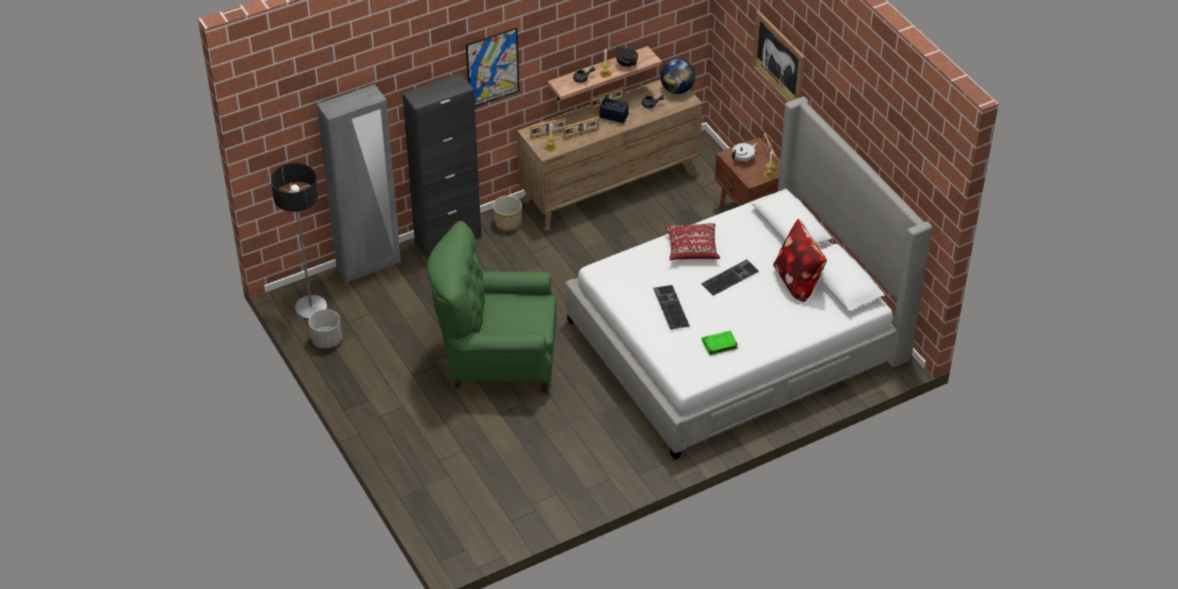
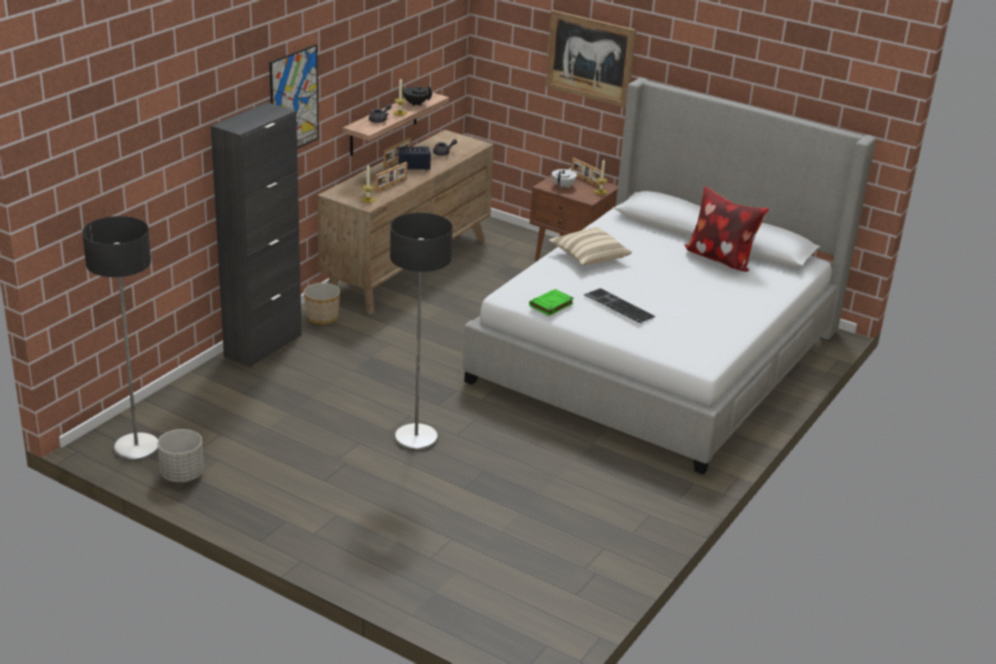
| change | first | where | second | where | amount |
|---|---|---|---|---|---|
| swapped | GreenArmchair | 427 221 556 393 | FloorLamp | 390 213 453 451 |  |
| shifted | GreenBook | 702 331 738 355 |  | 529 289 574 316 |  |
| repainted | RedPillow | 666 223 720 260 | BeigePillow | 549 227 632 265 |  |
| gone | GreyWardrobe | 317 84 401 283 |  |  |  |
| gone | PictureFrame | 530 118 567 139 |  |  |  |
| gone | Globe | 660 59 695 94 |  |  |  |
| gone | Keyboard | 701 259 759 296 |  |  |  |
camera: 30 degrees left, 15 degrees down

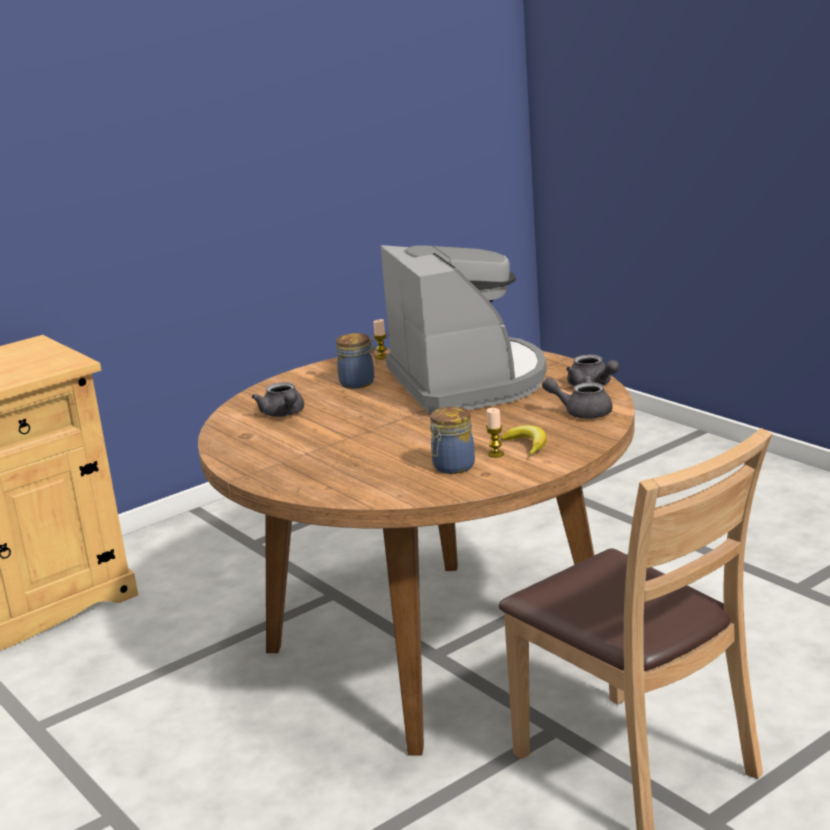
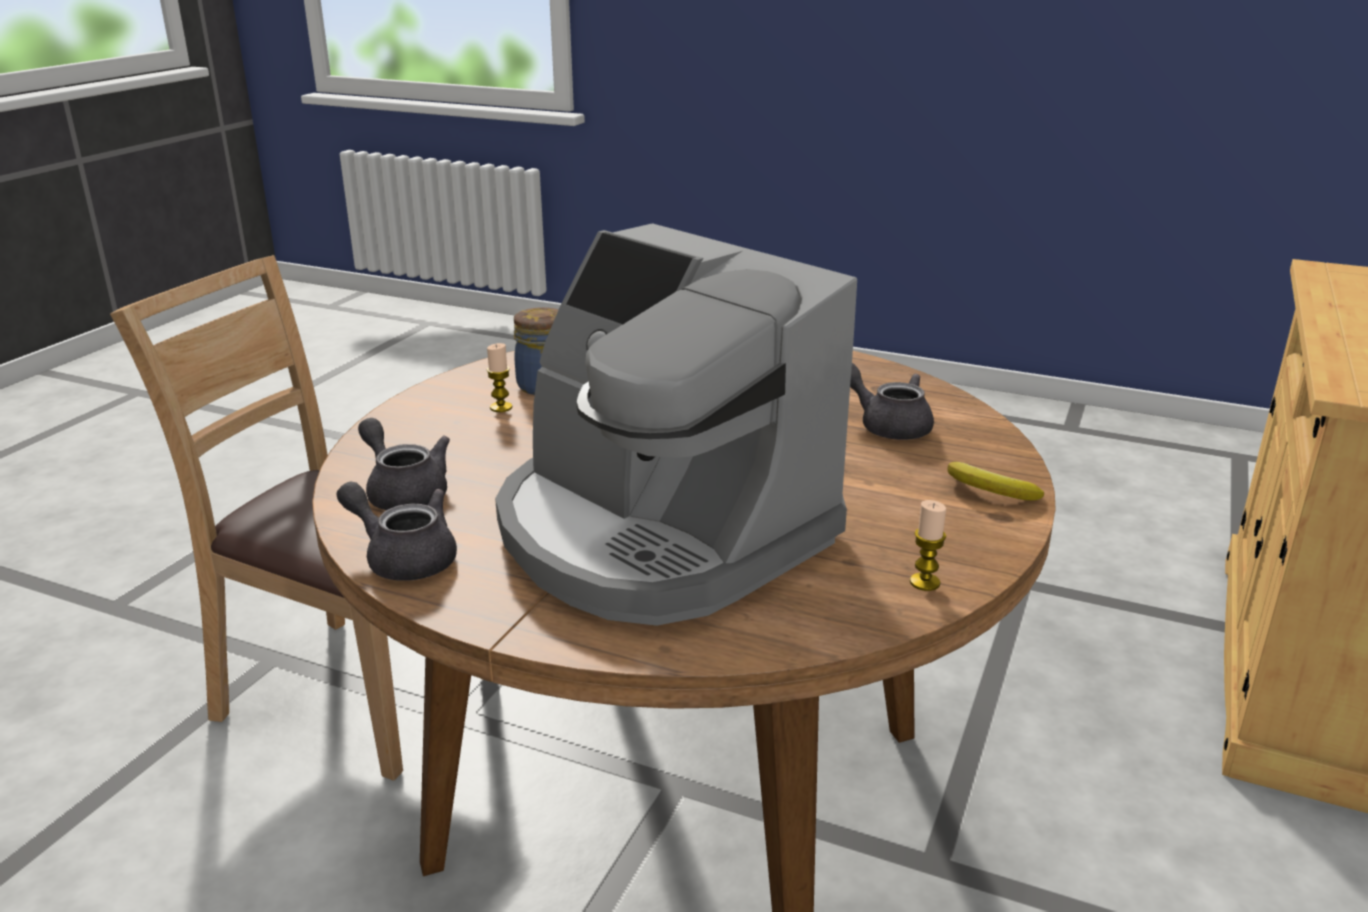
| change | first | where | second | where | amount |
|---|---|---|---|---|---|
| rotated | GreyTeapot | 542 376 613 419 |  | 358 418 450 510 | 120 degrees counterclockwise |
| shifted | Banana | 501 425 547 457 |  | 947 462 1044 500 |  |
| gone | Jar | 336 333 377 389 |  |  |  |
camera: 150 degrees right, 5 degrees up

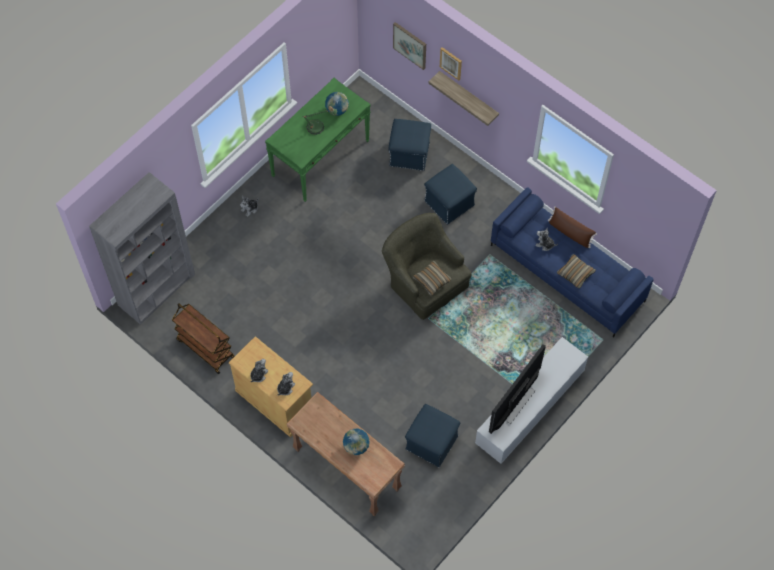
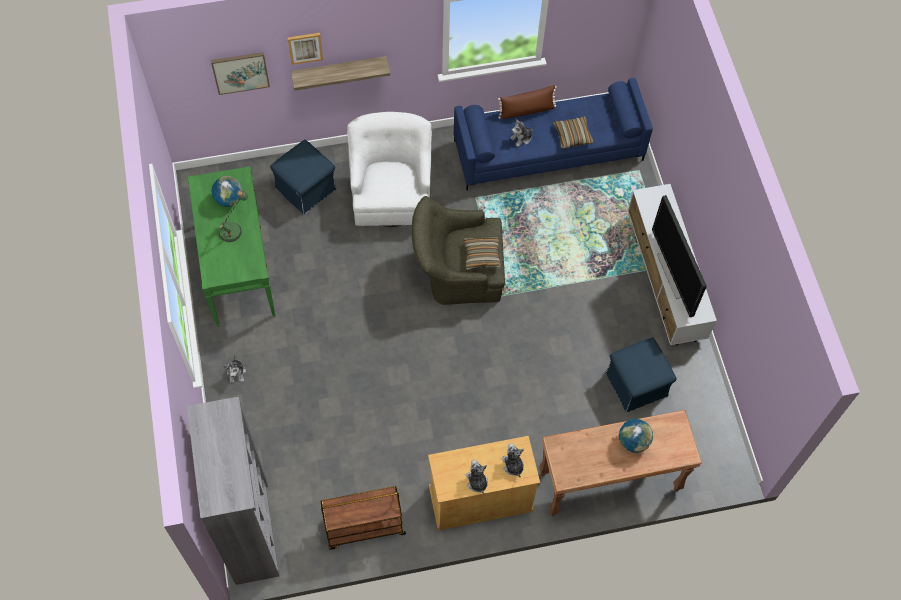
| change | first | where | second | where | amount |
|---|---|---|---|---|---|
| swapped | BlueOttoman | 424 164 477 225 | WhiteArmchair | 347 112 432 227 |  |
camera: 55 degrees left, 0 degrees up

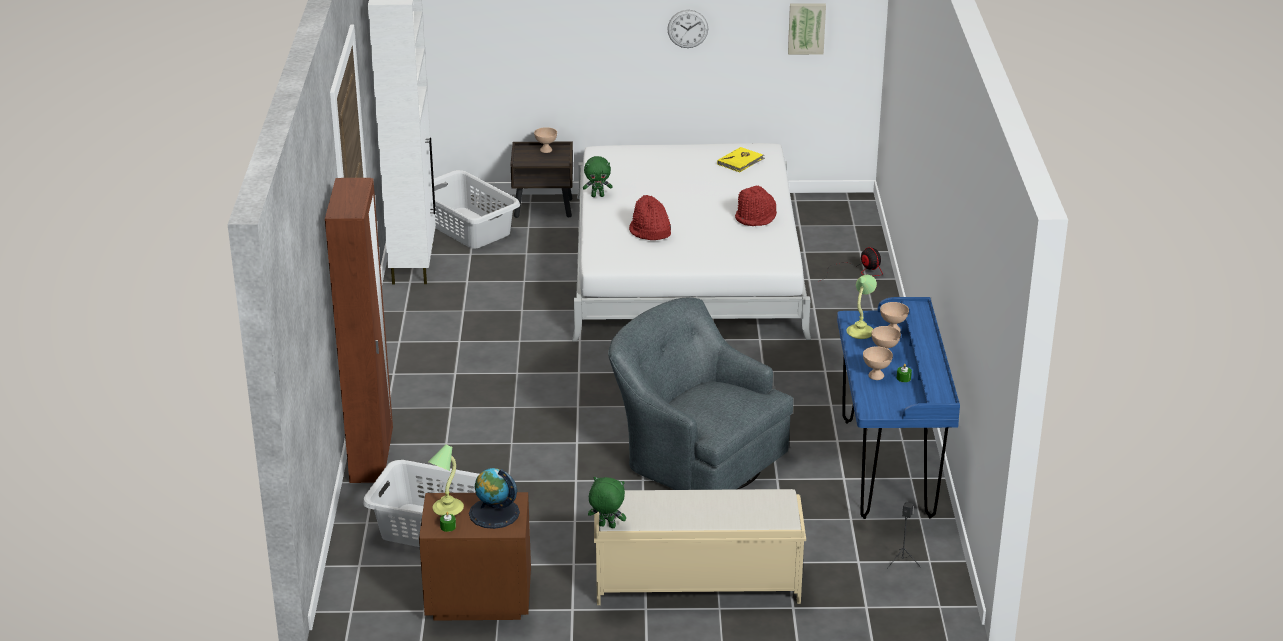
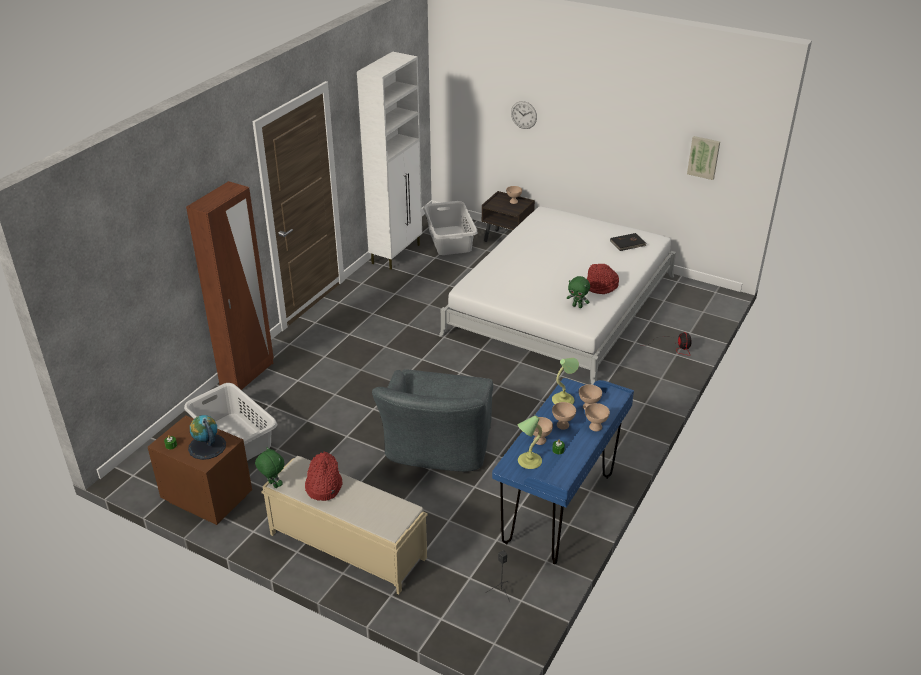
| change | first | where | second | where | amount |
|---|---|---|---|---|---|
| shifted | RedHat | 629 195 671 240 |  | 305 452 342 501 |  |
| rotated | GreyArmchair | 608 298 793 490 |  | 372 369 493 472 | 150 degrees counterclockwise |
| shifted | WallClock | 667 10 708 48 |  | 511 101 537 129 |  |
| shifted | TableLamp | 428 444 464 516 |  | 518 415 542 469 |  |
| shifted | GreenPlushToy | 583 156 612 197 |  | 567 276 590 308 |  |
| new |  |  | BeigeBowl | 585 403 610 431 |  |
| repainted | YellowBook | 717 147 765 172 | BlackBook | 610 233 647 251 |  |
camera: 30 degrees right, 5 degrees up

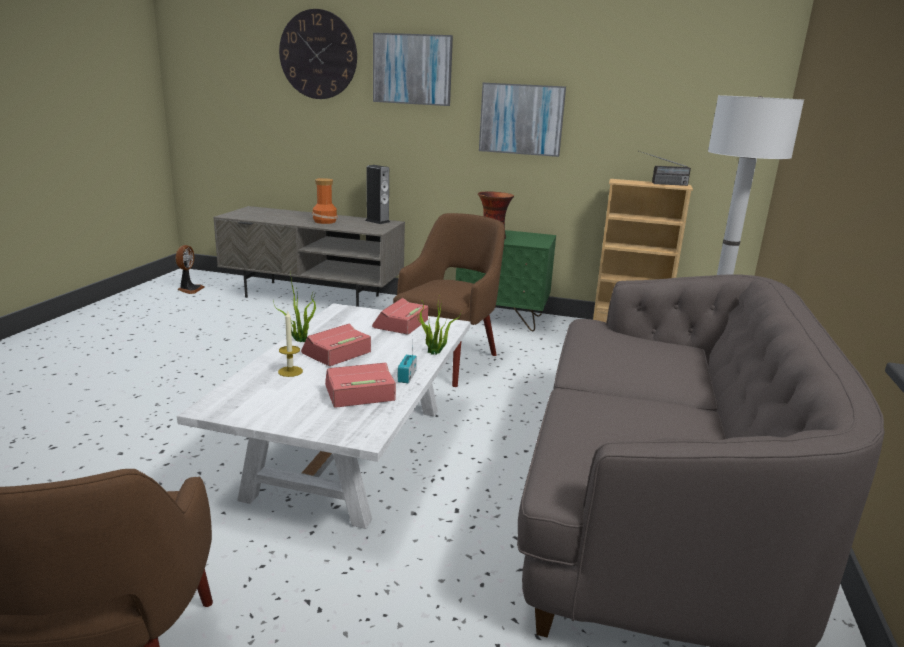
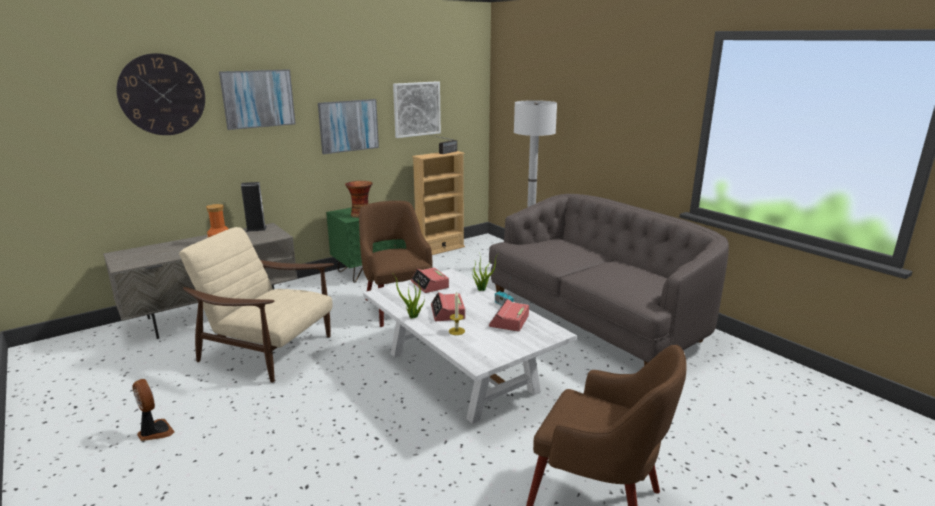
| change | first | where | second | where | amount |
|---|---|---|---|---|---|
| shifted | Fan | 176 245 205 294 |  | 133 379 174 441 |  |
| new |  |  | BeigeArmchair | 179 227 334 383 |  |
| new |  |  | Picture | 393 81 441 138 |  |
camera: 50 degrees left, 0 degrees up

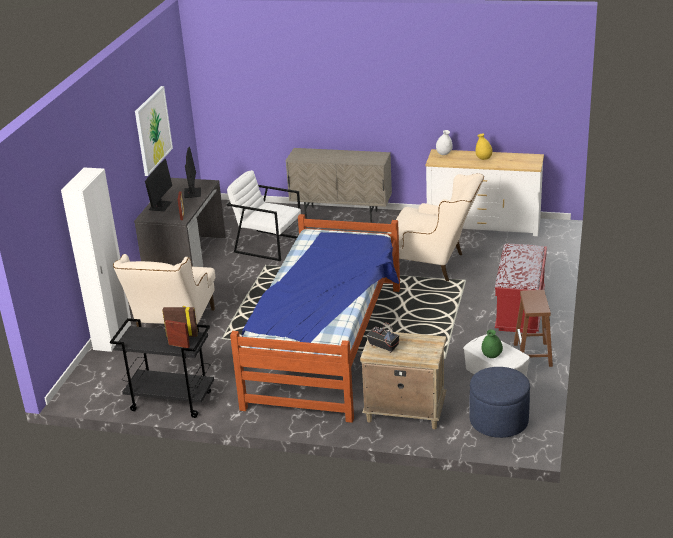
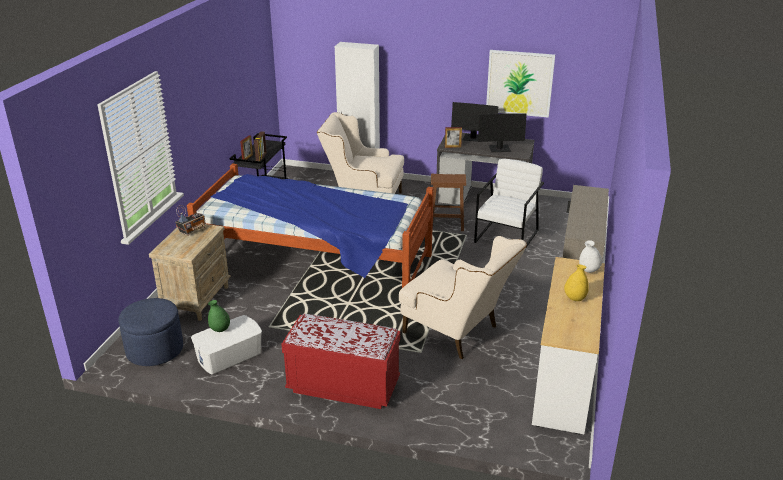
| change | first | where | second | where | amount |
|---|---|---|---|---|---|
| rotated | BeigeArmchair | 387 173 484 281 |  | 399 236 527 359 | 75 degrees counterclockwise |
| shifted | BrownStool | 514 290 553 367 |  | 431 174 466 231 |  |
camera: 90 degrees right, 0 degrees up

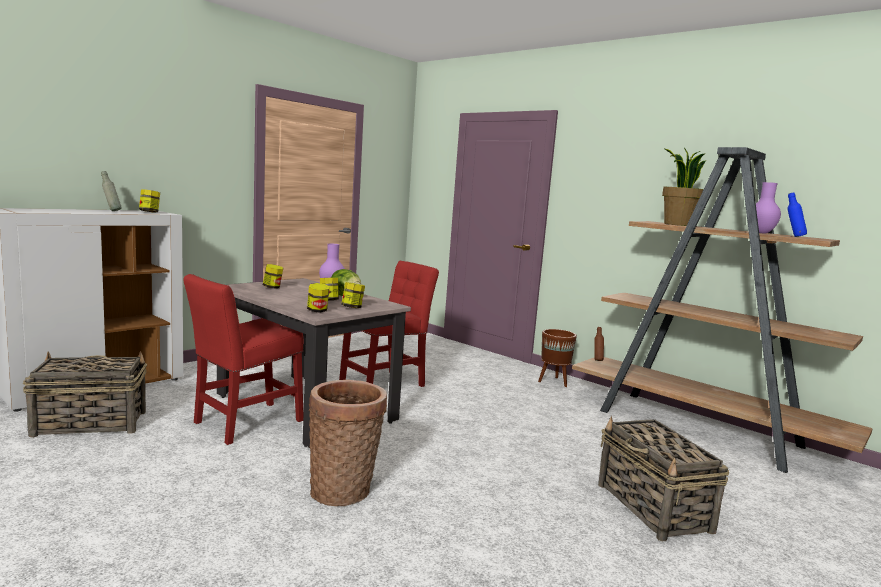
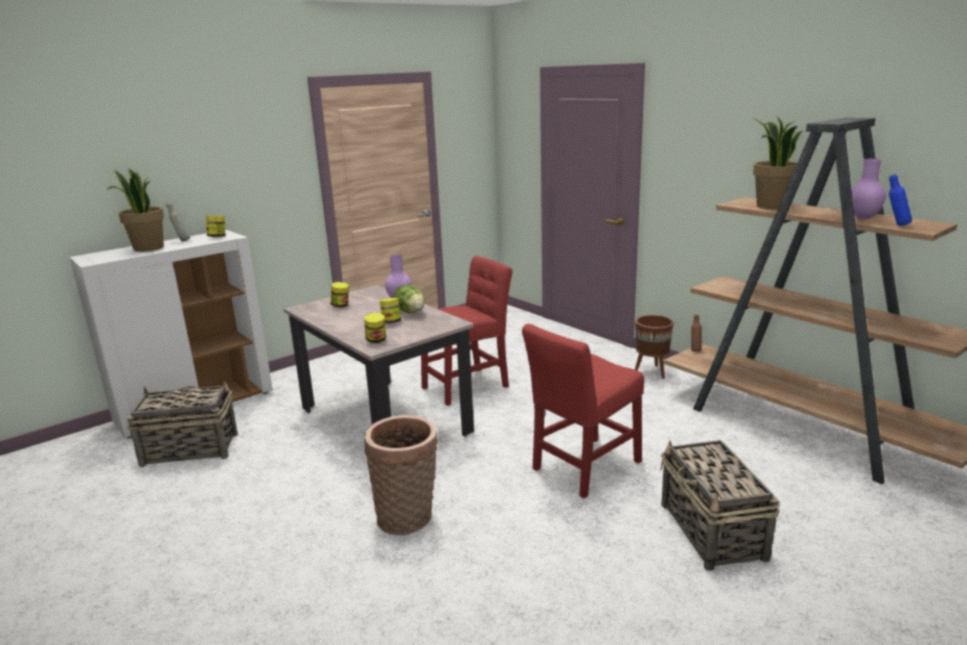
| change | first | where | second | where | amount |
|---|---|---|---|---|---|
| new |  |  | PottedPlant | 107 168 164 252 |  |
| shifted | RedChair | 183 274 303 445 |  | 522 324 644 498 |  |
| gone | Jar | 341 282 365 308 |  |  |  |
camera: 10 degrees right, 10 degrees up

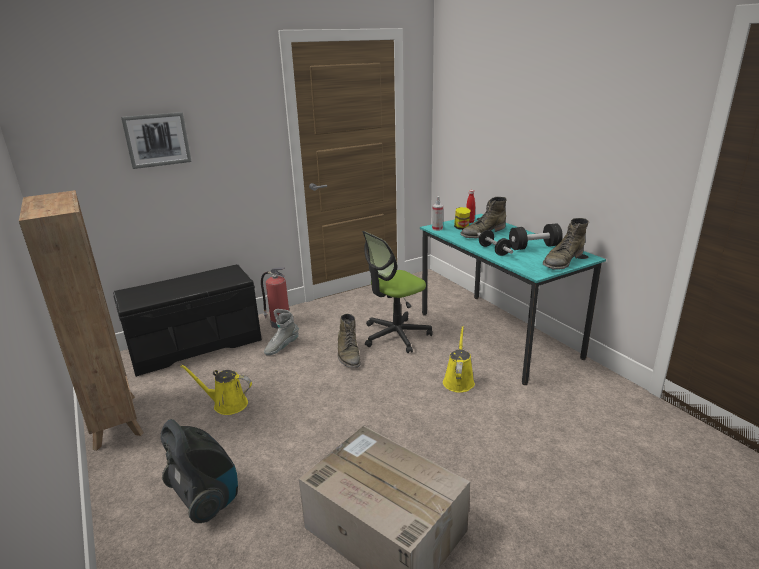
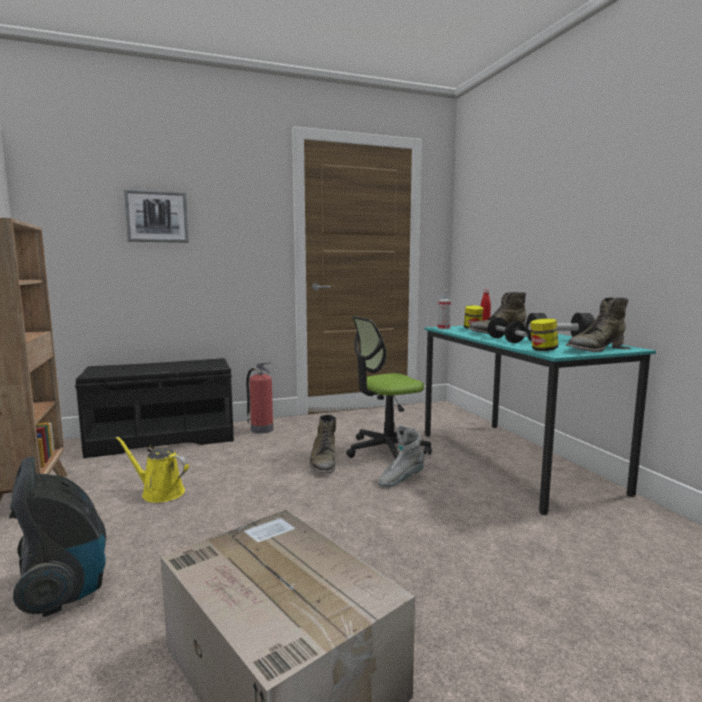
| change | first | where | second | where | amount |
|---|---|---|---|---|---|
| shifted | GreyBoot | 264 309 299 355 |  | 378 425 425 488 |  |
| new |  |  | Jar | 530 318 558 351 |  |
| gone | YellowWateringCan | 443 326 475 393 |  |  |  |
camera: 10 degrees right, 15 degrees down

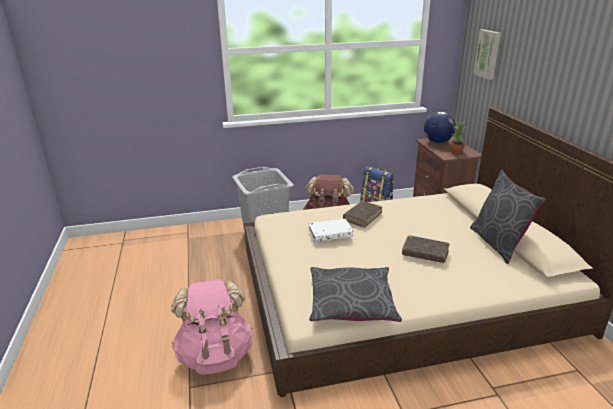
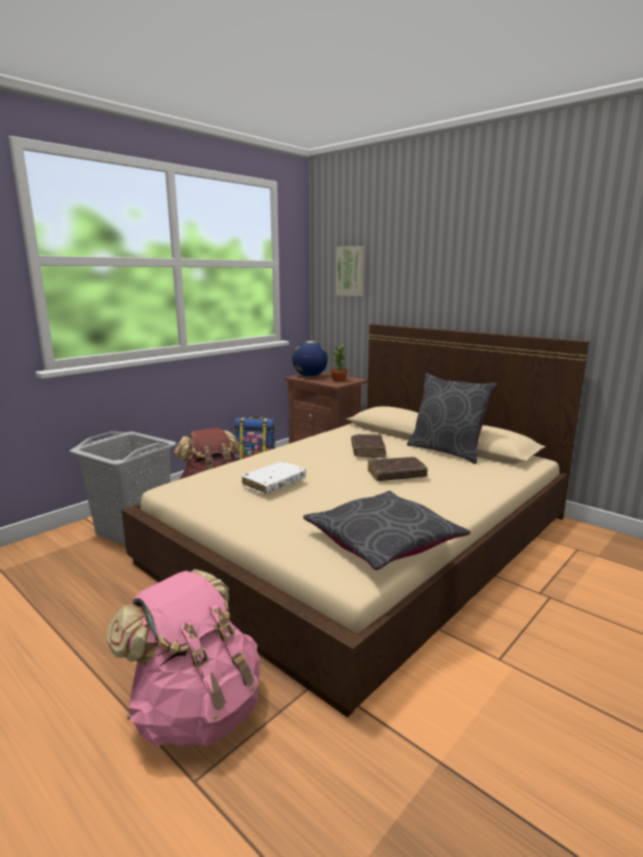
| change | first | where | second | where | amount |
|---|---|---|---|---|---|
| shifted | BrownBook | 343 202 382 227 |  | 351 434 386 458 |  |
camera: 35 degrees left, 10 degrees down

